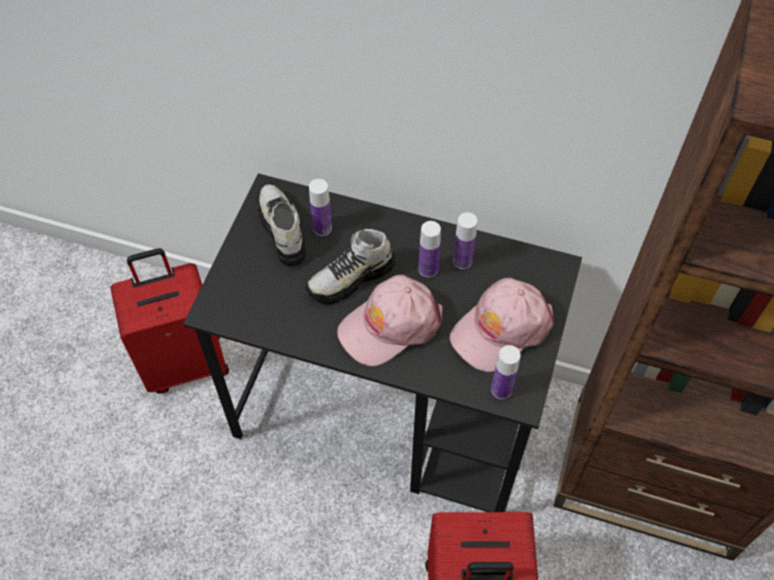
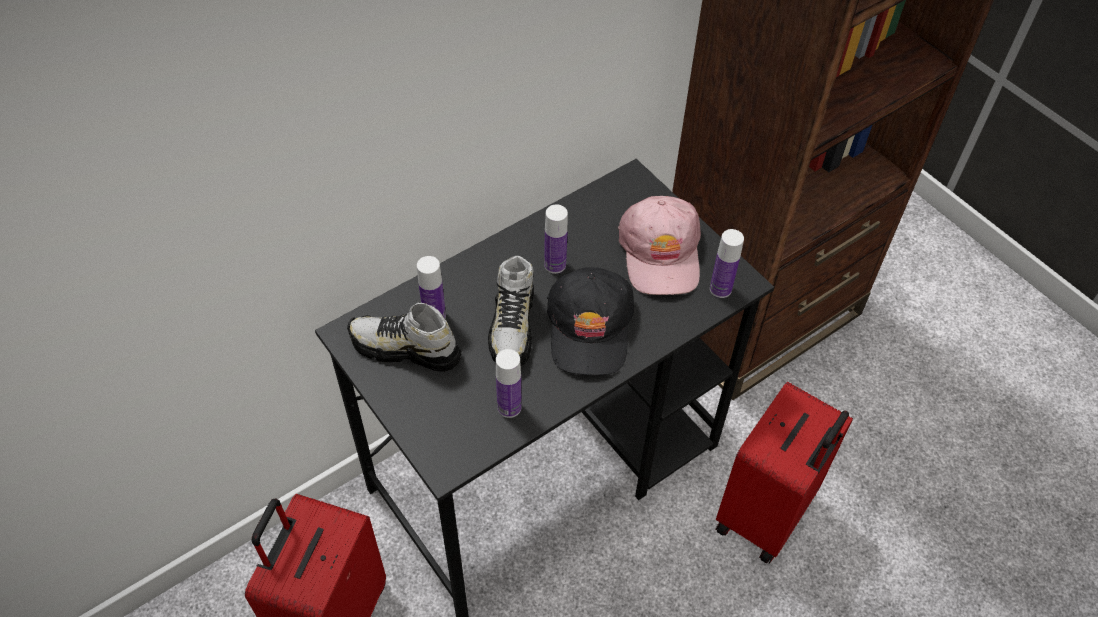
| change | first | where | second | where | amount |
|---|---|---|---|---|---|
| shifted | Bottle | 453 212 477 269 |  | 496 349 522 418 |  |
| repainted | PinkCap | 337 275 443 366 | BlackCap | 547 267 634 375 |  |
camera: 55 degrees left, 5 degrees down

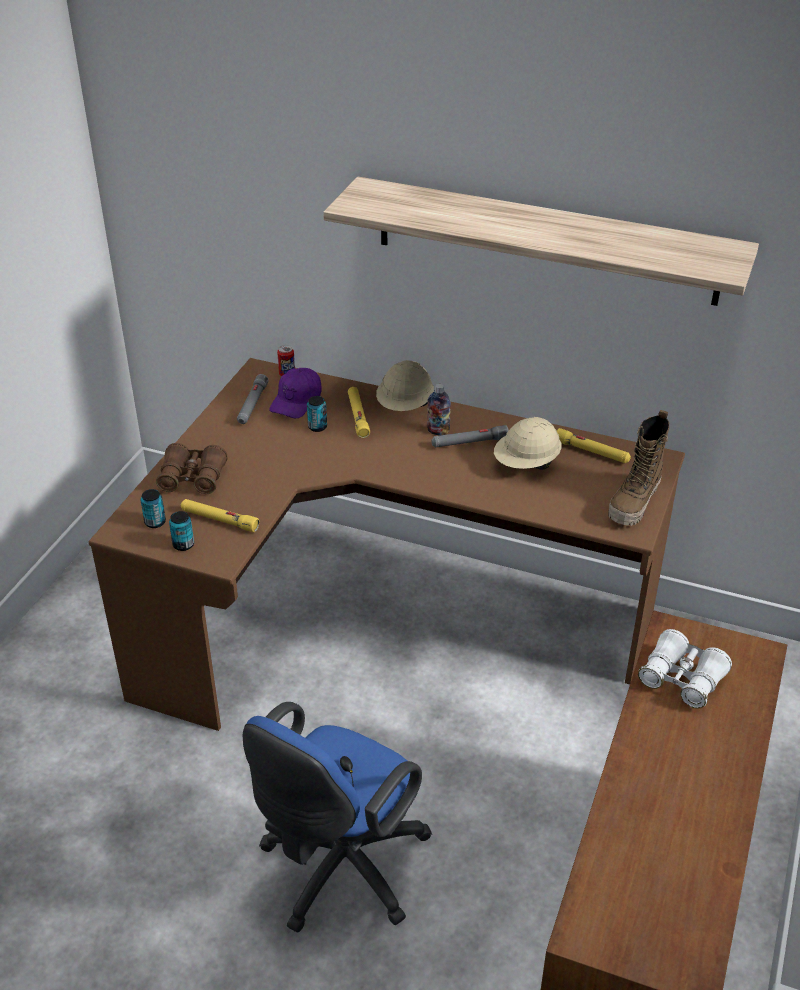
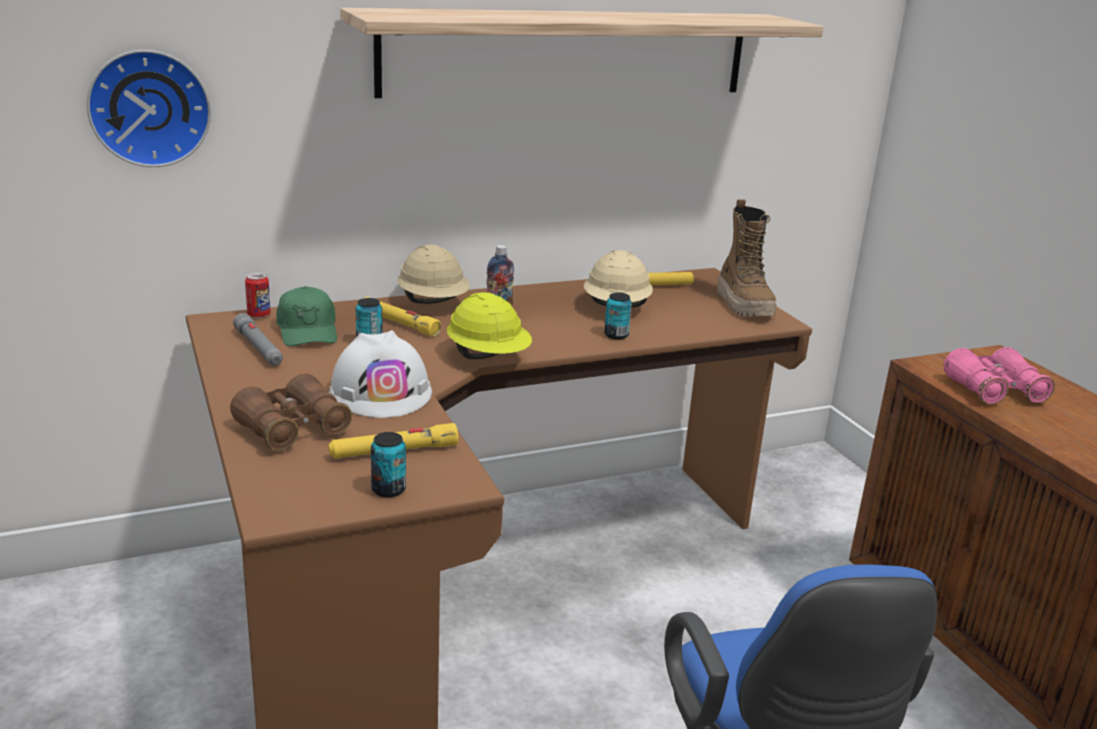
| change | first | where | second | where | amount |
|---|---|---|---|---|---|
| new |  |  | WallClock | 87 50 211 167 |  |
| repainted | PurpleCap | 269 368 322 418 | GreenCap | 276 286 337 346 |  |
| new |  |  | WhiteHardHat | 329 330 432 418 |  |
| new |  |  | YellowHardHat | 447 292 532 359 |  |
| shifted | Can | 141 489 166 528 |  | 604 293 632 340 |  |
| repainted | WhiteBinoculars | 638 629 732 708 | PinkBinoculars | 944 347 1055 404 |  |
| gone | GreyFlashlight | 431 425 509 447 |  |  |  |
camera: 45 degrees left, 15 degrees down

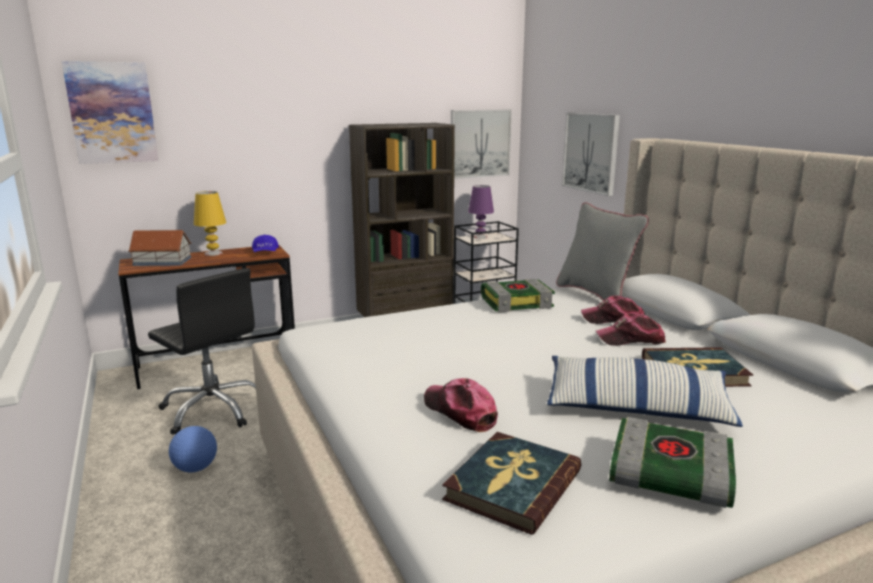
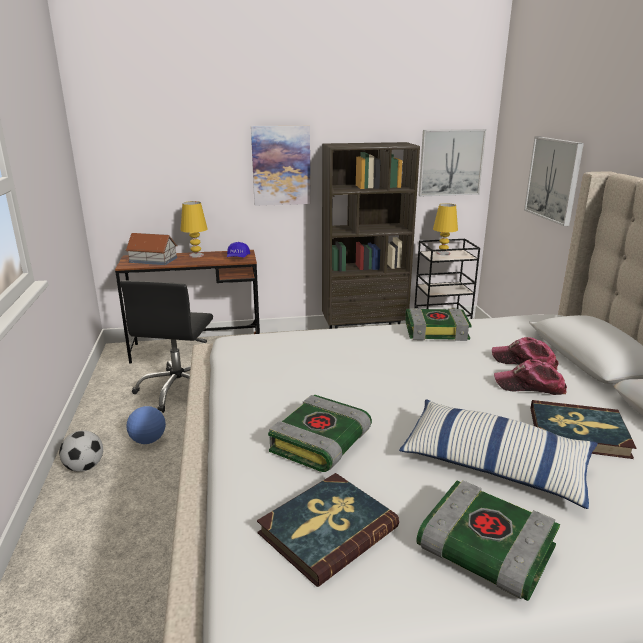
| change | first | where | second | where | amount |
|---|---|---|---|---|---|
| new |  |  | Football | 59 430 103 472 |  |
| rotated | BlackOfficeChair | 148 268 256 434 |  | 120 281 213 413 | 45 degrees clockwise |
| shifted | Picture | 62 61 159 164 |  | 251 126 311 206 |  |
| swapped | Cap | 424 378 498 432 | Book | 268 395 372 472 |  |
| repainted | PurpleTableLamp | 468 185 494 239 | YellowTableLamp | 433 203 458 255 |  |
| gone | GreyPillow | 556 202 649 300 |  |  |  |
camera: 15 degrees right, 5 degrees up

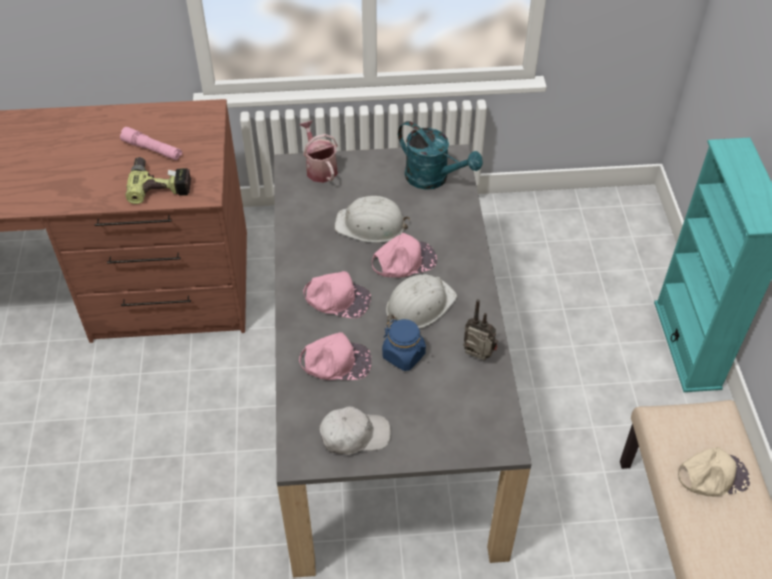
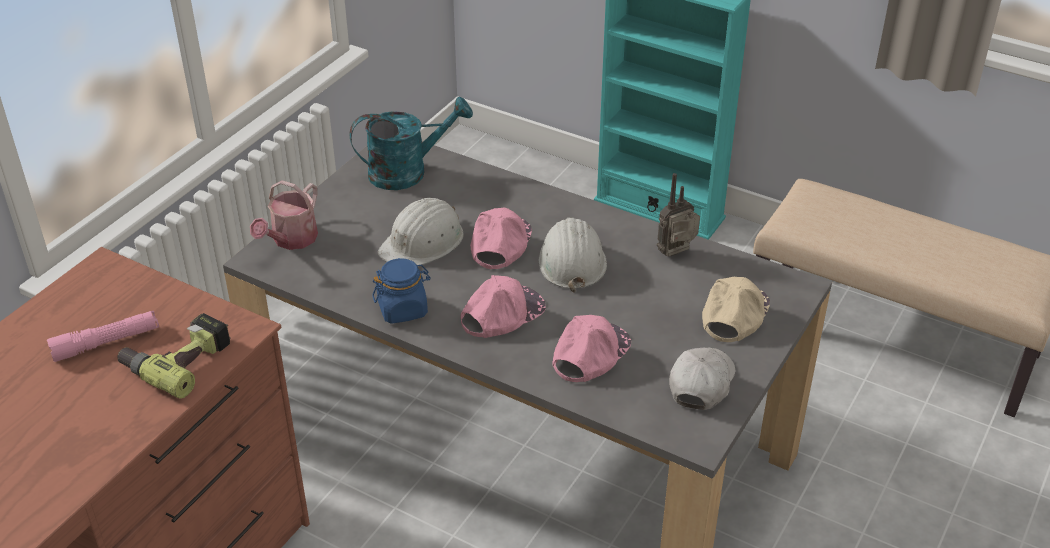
| change | first | where | second | where | amount |
|---|---|---|---|---|---|
| rotated | WateringCan | 299 120 338 183 |  | 250 180 318 250 | 75 degrees counterclockwise |
| shifted | BlueJar | 382 319 426 371 |  | 372 258 431 324 |  |
| shifted | BeigeCap | 678 447 750 497 |  | 702 277 770 342 |  |
camera: 55 degrees left, 10 degrees down

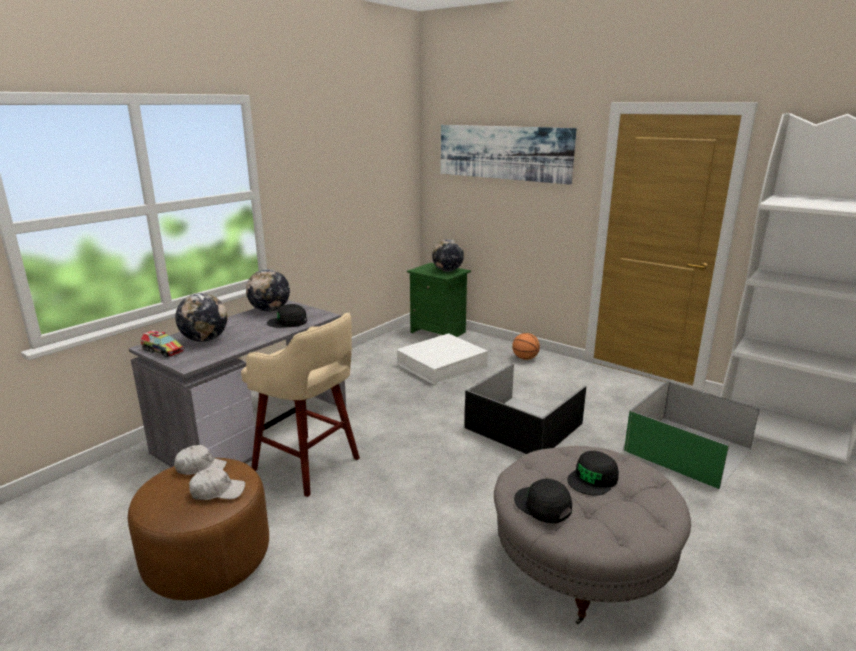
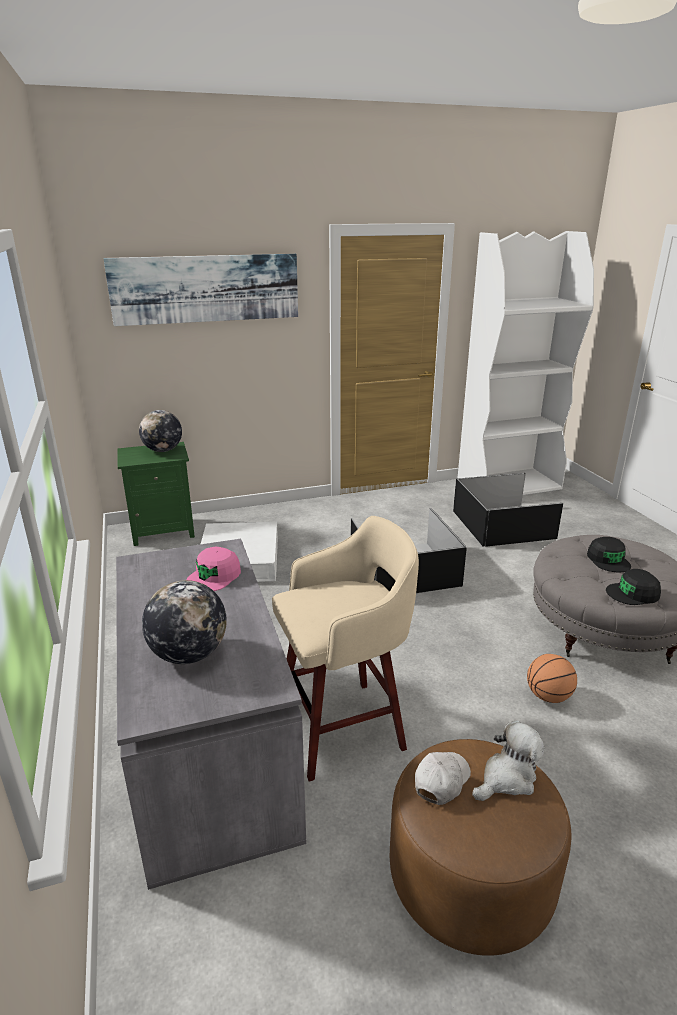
| change | first | where | second | where | amount |
|---|---|---|---|---|---|
| repainted | BlackCap | 267 304 307 328 | PinkCap | 187 547 241 591 |  |
| repainted | GreenStorageBox | 624 381 759 489 | BlackStorageBox | 453 473 563 547 |  |
| swapped | WhiteCap | 189 467 245 500 | PlushToy | 472 721 544 801 |  |
| shifted | Basketball | 512 333 540 360 |  | 527 654 577 703 |  |
| gone | ToyTruck | 140 330 184 357 |  |  |  |
| gone | Globe | 246 269 290 312 |  |  |  |
camera: 55 degrees left, 5 degrees up

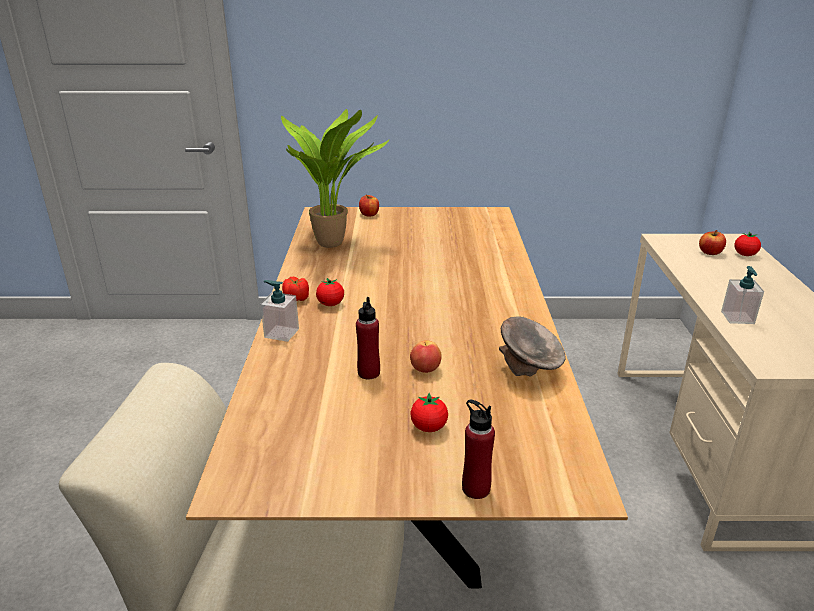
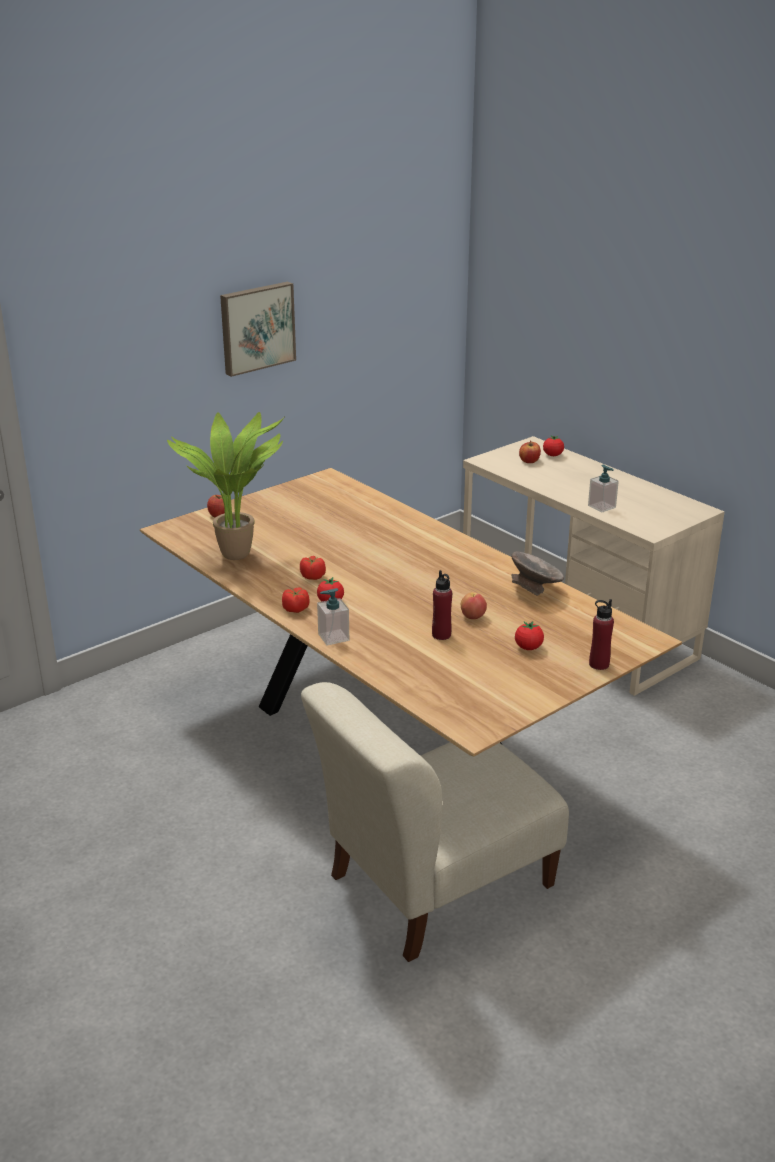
| change | first | where | second | where | amount |
|---|---|---|---|---|---|
| new |  |  | Picture | 220 282 296 377 |  |
| new |  |  | Tomato | 300 556 326 580 |  |
camera: 40 degrees left, 0 degrees up

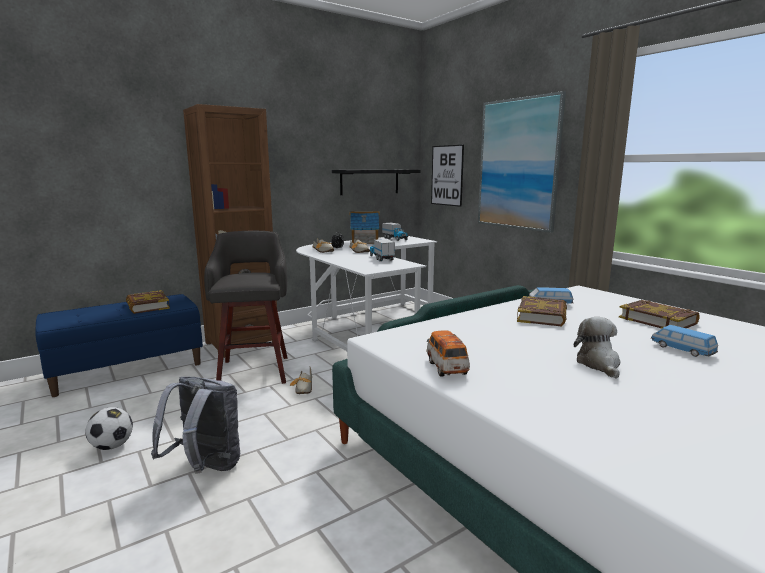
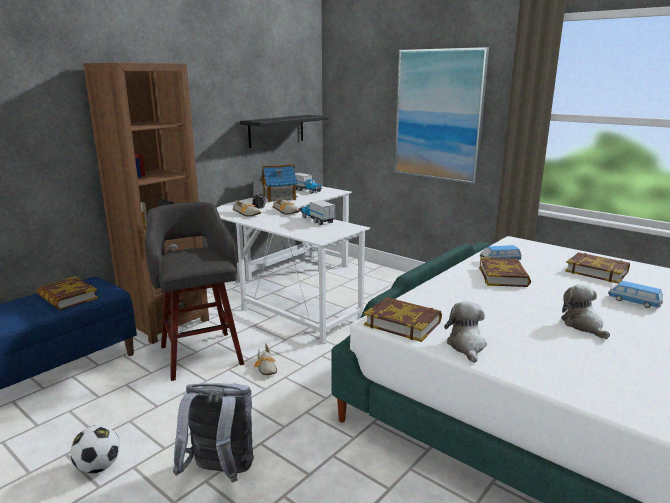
| change | first | where | second | where | amount |
|---|---|---|---|---|---|
| new |  |  | Book | 364 297 442 342 |  |
| swapped | ToyCar | 426 330 470 377 | PlushToy | 444 301 487 363 |  |
| gone | Picture | 431 145 464 207 |  |  |  |
camera: 15 degrees left, 5 degrees up

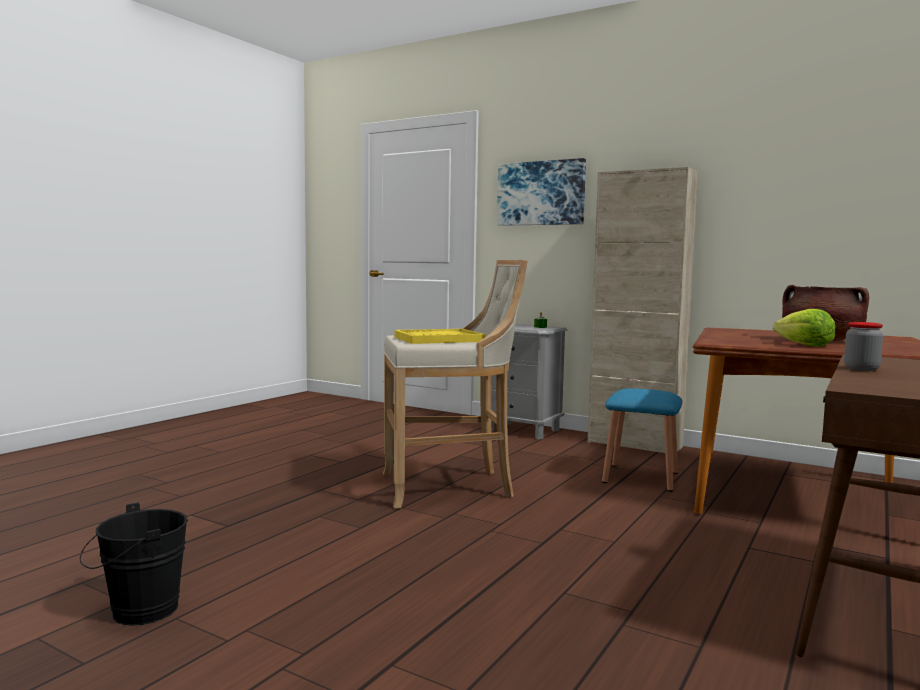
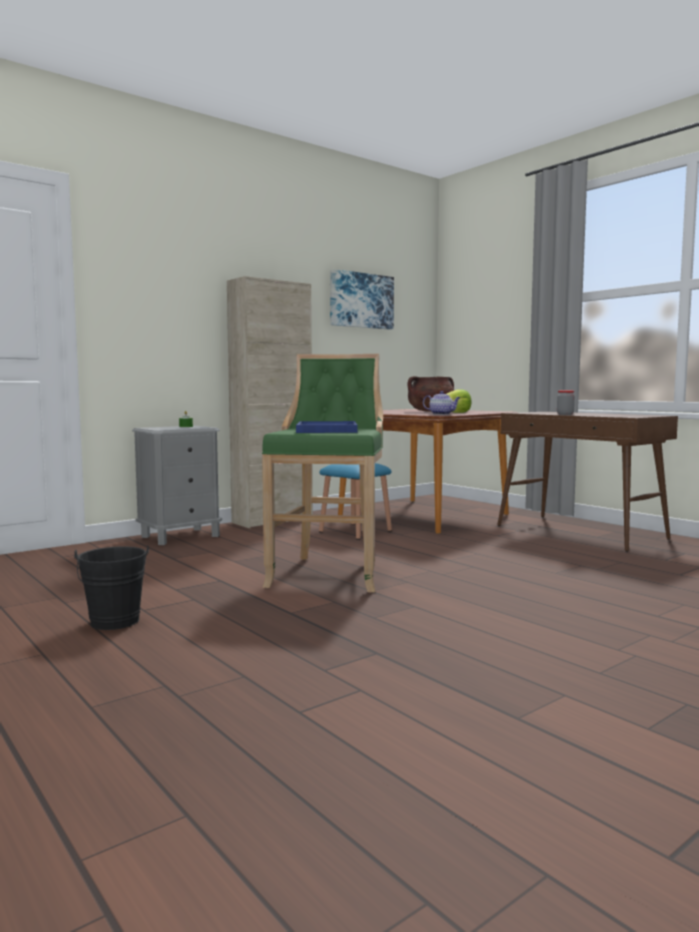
| change | first | where | second | where | amount |
|---|---|---|---|---|---|
| shifted | BlackBucket | 80 503 188 626 |  | 74 545 149 630 |  |
| repainted | BeigeStool | 383 260 528 509 | GreenStool | 262 354 383 593 |  |
| repainted | YellowTray | 394 329 485 344 | BlueTray | 296 421 357 433 |  |
| shifted | Picture | 497 158 586 226 |  | 330 269 394 330 |  |
| new |  |  | Teapot | 423 391 461 415 |  |
camera: 70 degrees left, 0 degrees up

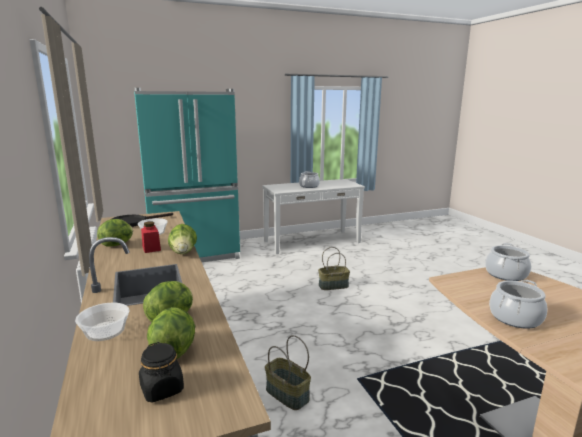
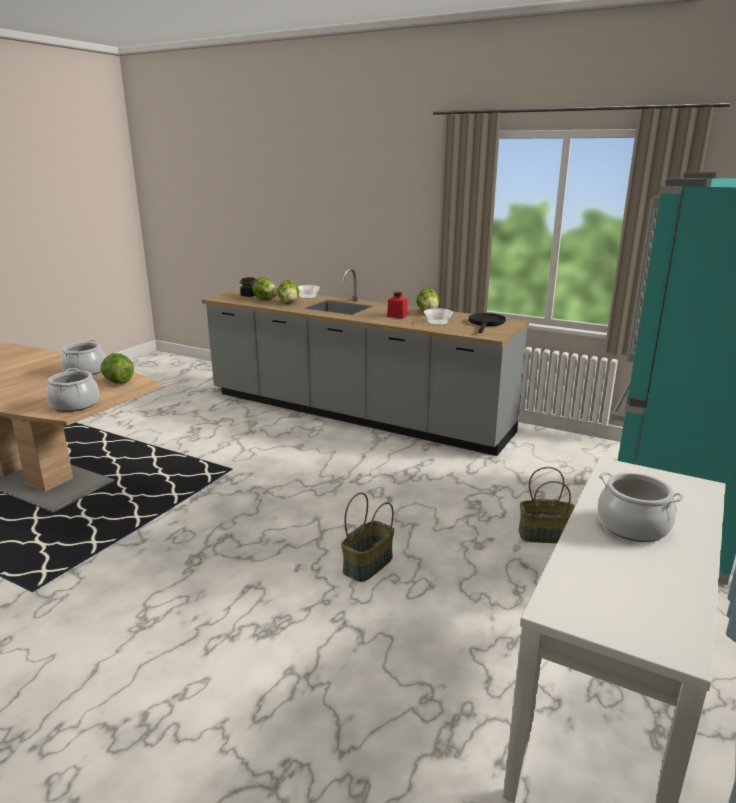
| change | first | where | second | where | amount |
|---|---|---|---|---|---|
| shifted | Lettuce | 168 224 197 254 |  | 101 353 134 384 |  |
| shifted | Basket | 265 335 311 410 |  | 519 467 575 543 |  |
camera: 140 degrees right, 5 degrees up

